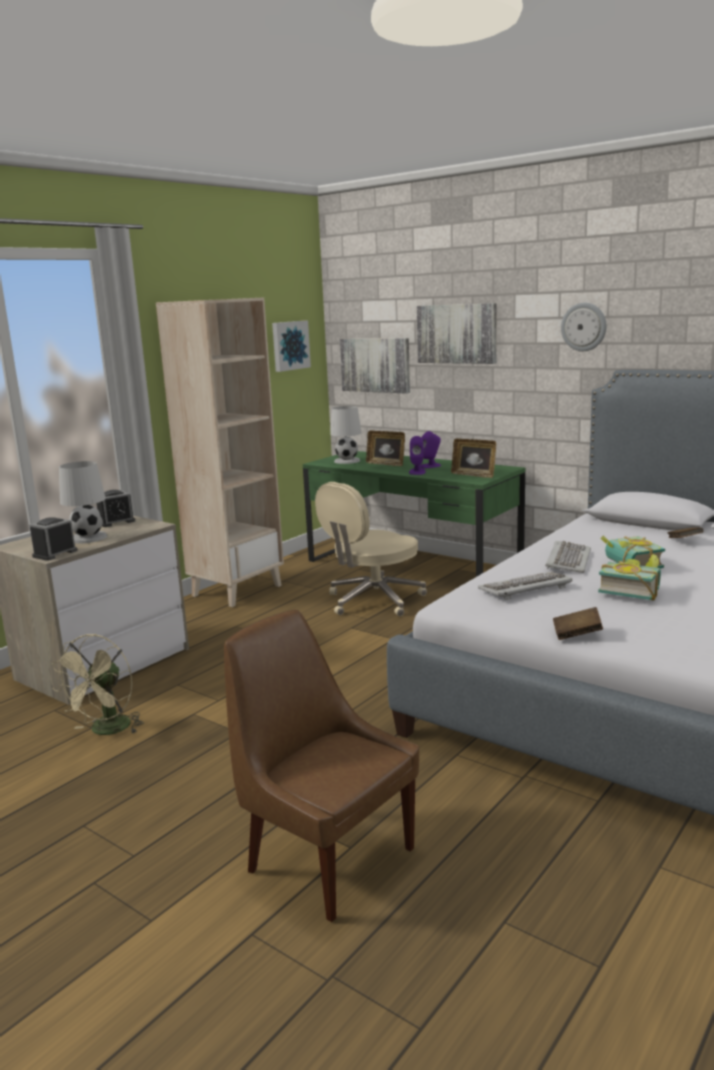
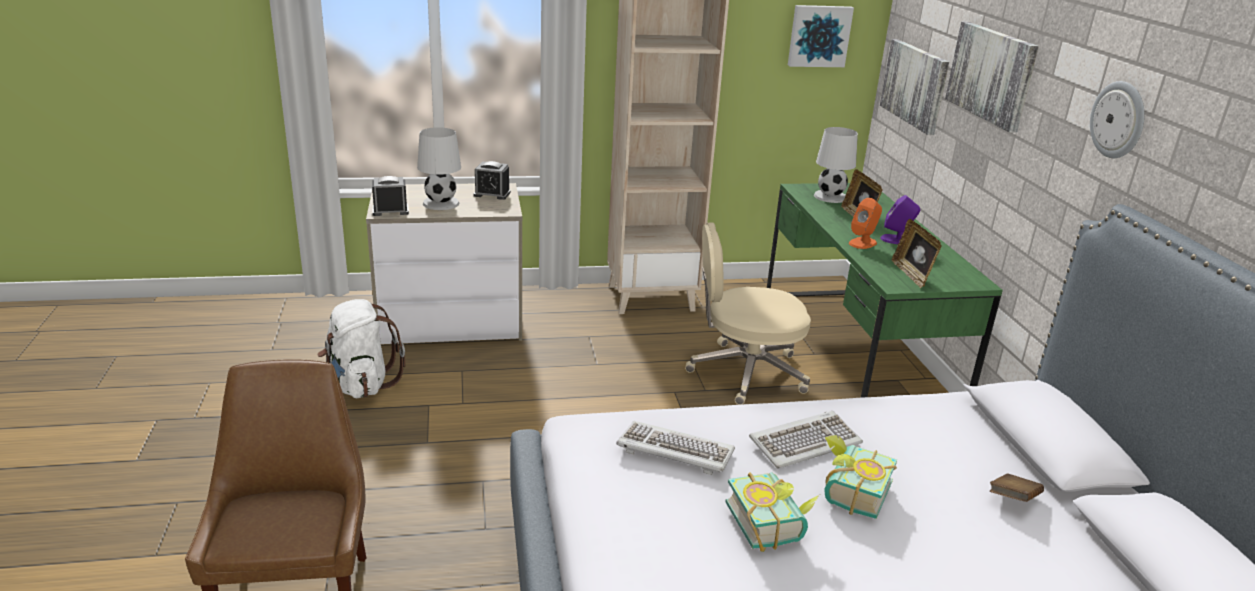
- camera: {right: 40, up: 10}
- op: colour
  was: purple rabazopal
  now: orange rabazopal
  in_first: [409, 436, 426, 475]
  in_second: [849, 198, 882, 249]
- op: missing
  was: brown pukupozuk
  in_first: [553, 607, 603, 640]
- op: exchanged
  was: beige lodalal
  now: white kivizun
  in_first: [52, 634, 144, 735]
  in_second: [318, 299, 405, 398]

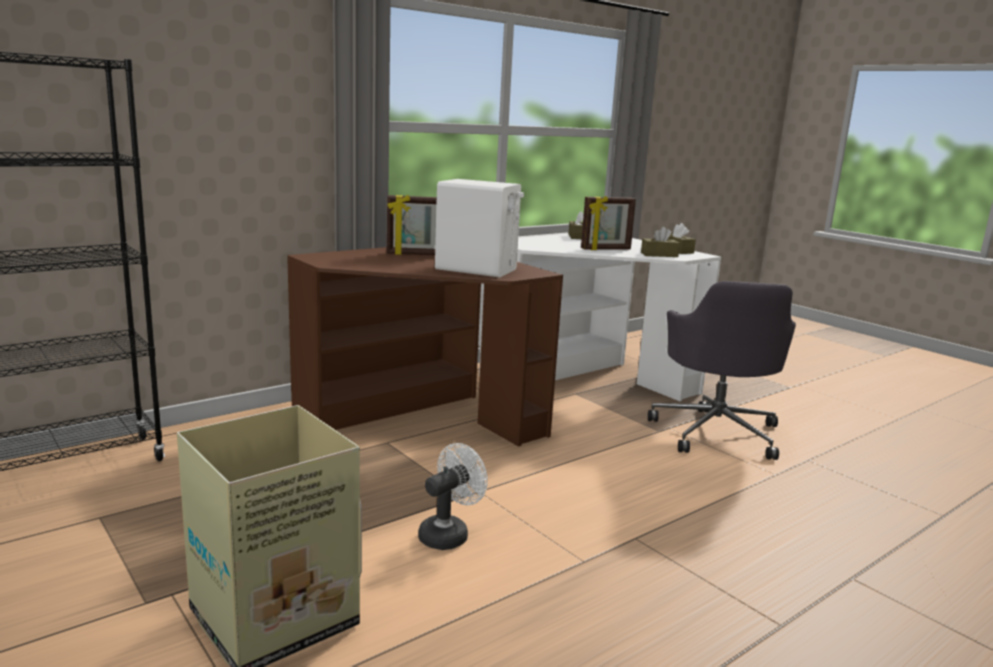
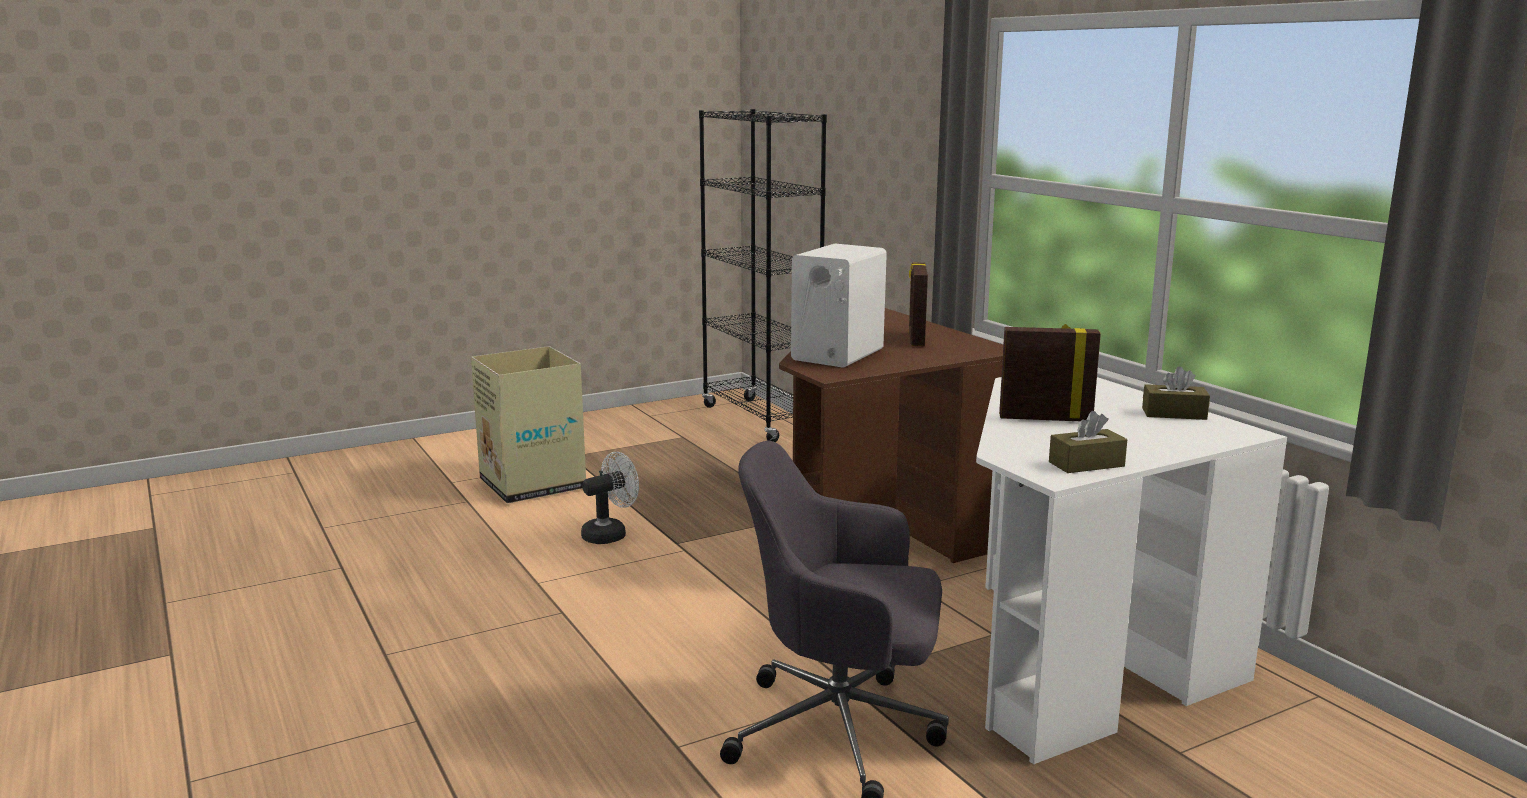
- camera: {right: 100, up: 0}
- op: spun
  was: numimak
  in_first: [581, 196, 636, 250]
  in_second: [999, 324, 1101, 421]
  clockwise: 105
- op: missing
  was: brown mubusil
  in_first: [641, 227, 680, 257]
- op: spun
  was: white lodalal
  in_first: [418, 443, 488, 550]
  in_second: [581, 452, 639, 544]
  clockwise: -90

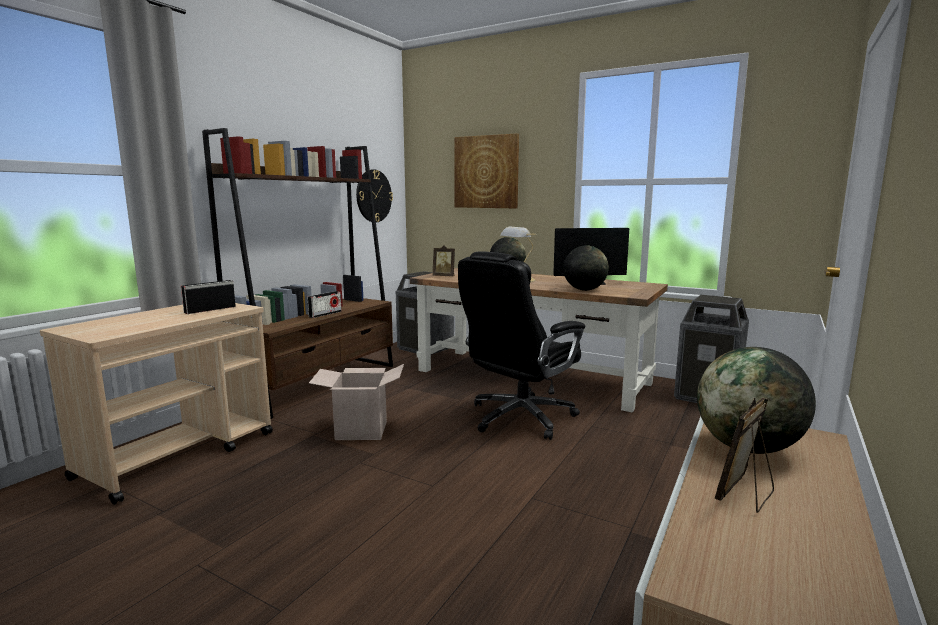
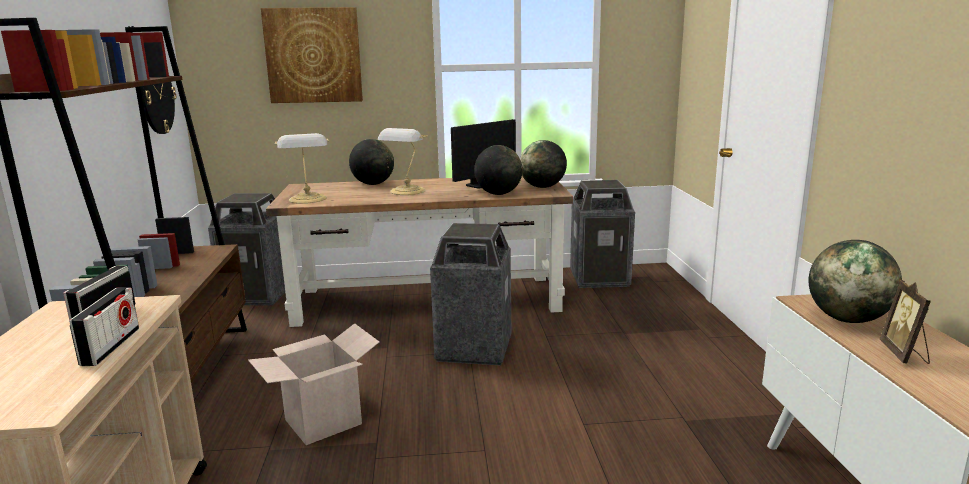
- camera: {right: -35, up: 5}
- op: exchanged
  was: numimak
  now: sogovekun
  in_first: [433, 245, 455, 277]
  in_second: [275, 133, 329, 204]
- op: exchanged
  was: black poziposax
  now: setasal
  in_first: [458, 251, 585, 440]
  in_second: [430, 223, 511, 365]
- op: relocated
  was: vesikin
  in_first: [308, 291, 341, 318]
  in_second: [69, 287, 139, 366]
- op: appeared
  now: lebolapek
  in_second: [520, 140, 567, 188]

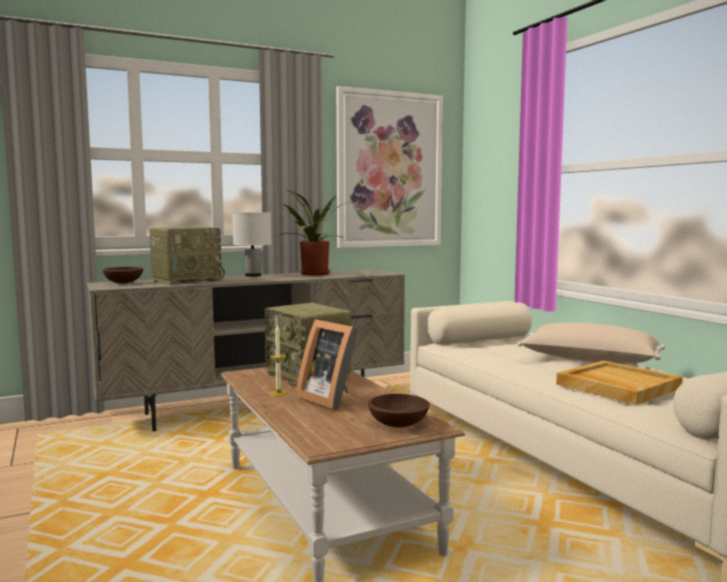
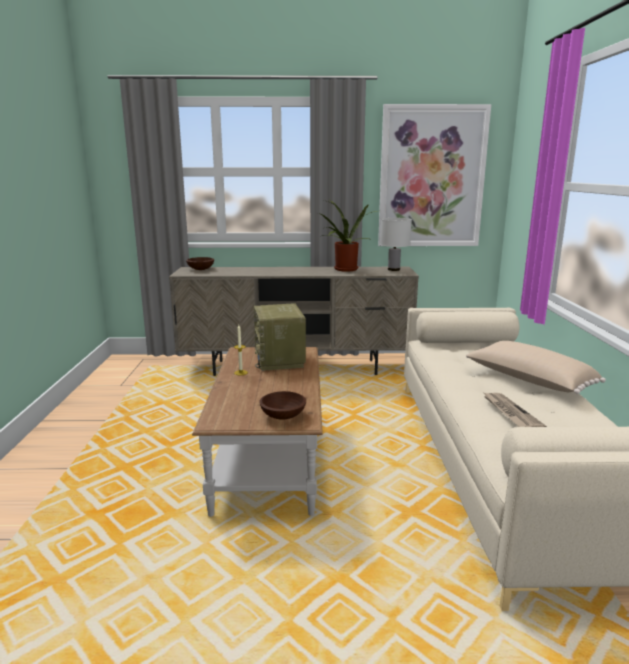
- camera: {right: 25, up: 10}
- op: relocated
  was: white sogovekun
  in_first: [232, 213, 272, 277]
  in_second: [380, 218, 412, 271]
- op: missing
  was: vesikin
  in_first: [149, 227, 225, 285]
- op: missing
  was: numimak
  in_first: [296, 319, 358, 410]
- op: exchanged
  was: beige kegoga
  now: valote
  in_first: [556, 361, 683, 405]
  in_second: [483, 392, 547, 427]

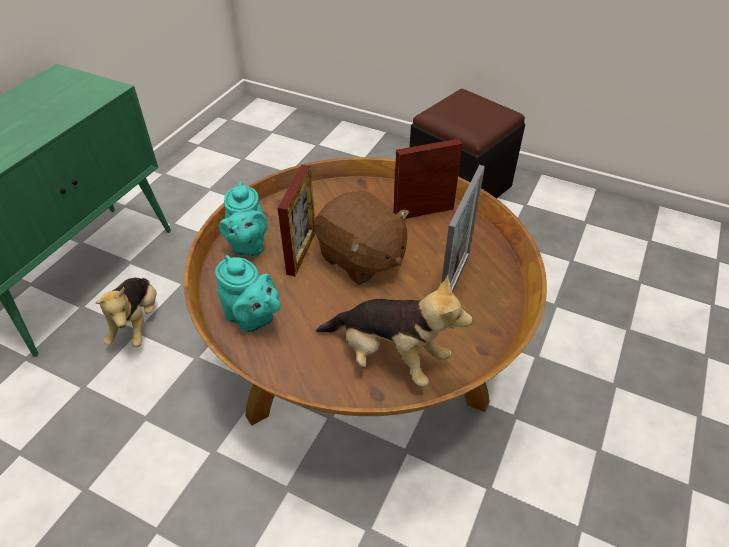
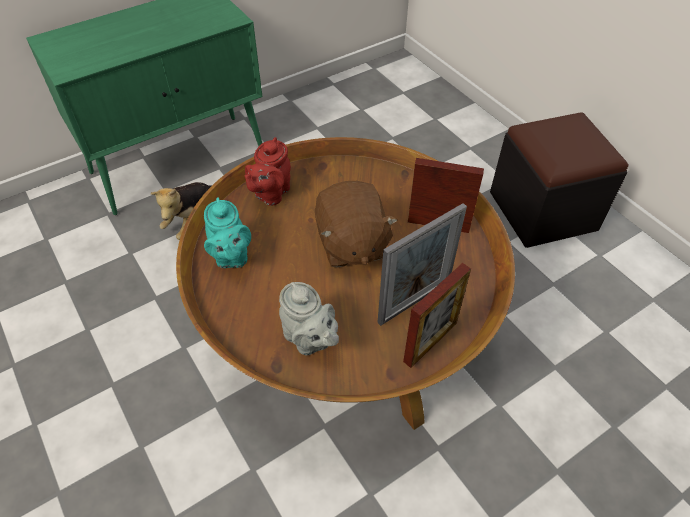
- camera: {right: 30, up: 5}
- op: relocated
  was: numimak
  in_first: [278, 165, 315, 276]
  in_second: [403, 263, 471, 368]
- op: colour
  was: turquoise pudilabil
  now: red pudilabil
  in_first: [219, 181, 267, 257]
  in_second: [245, 137, 291, 206]
- op: exchanged
  was: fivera
  now: grey pudilabil
  in_first: [316, 275, 473, 387]
  in_second: [279, 282, 339, 356]

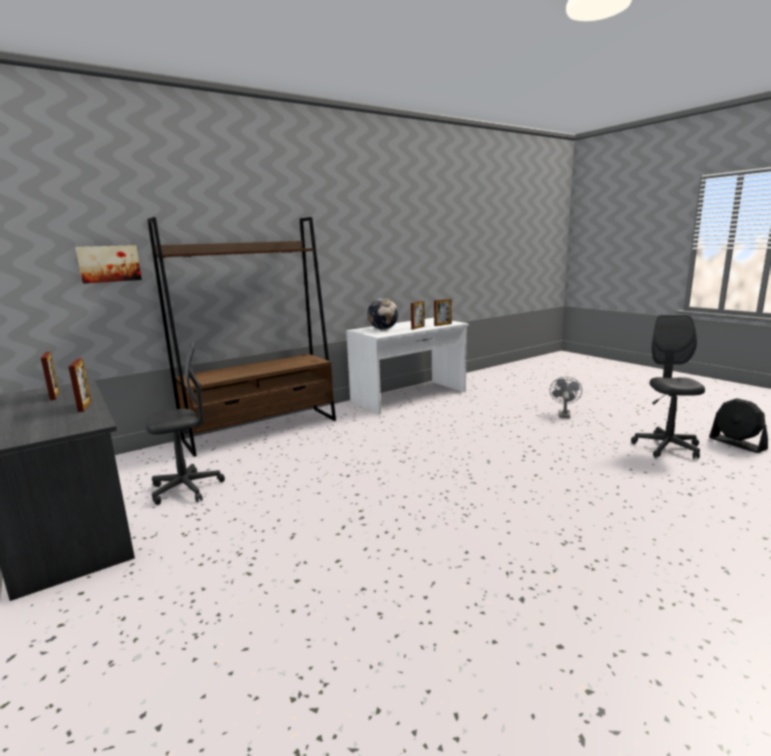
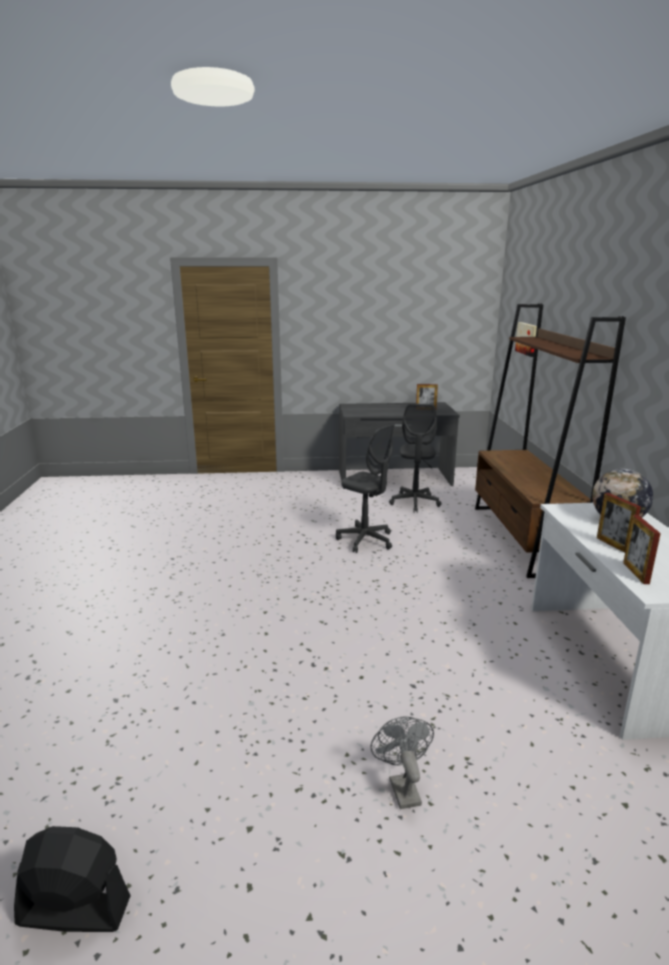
- camera: {right: 120, up: 5}
- op: relocated
  was: grey poziposax
  in_first: [631, 314, 705, 459]
  in_second: [336, 424, 395, 553]
- op: missing
  was: numimak
  in_first: [68, 358, 92, 412]
- op: spun
  was: grey lodalal
  in_first: [550, 377, 582, 418]
  in_second: [371, 717, 434, 809]
  clockwise: -150

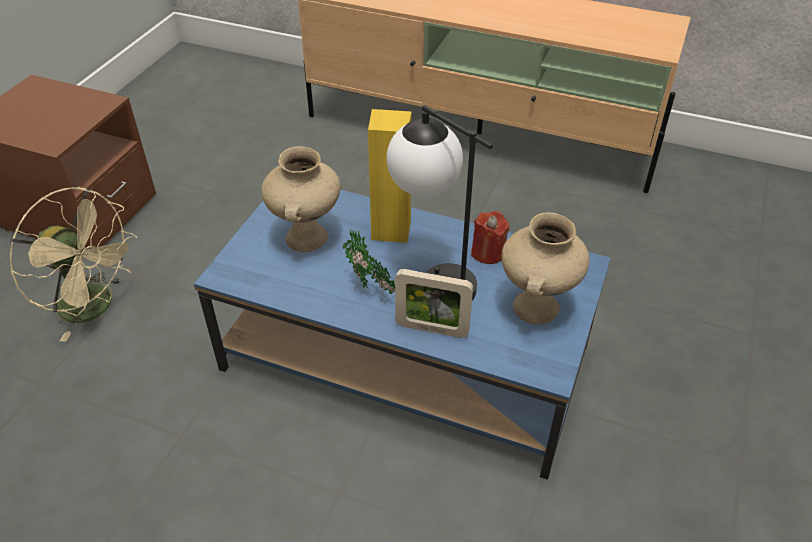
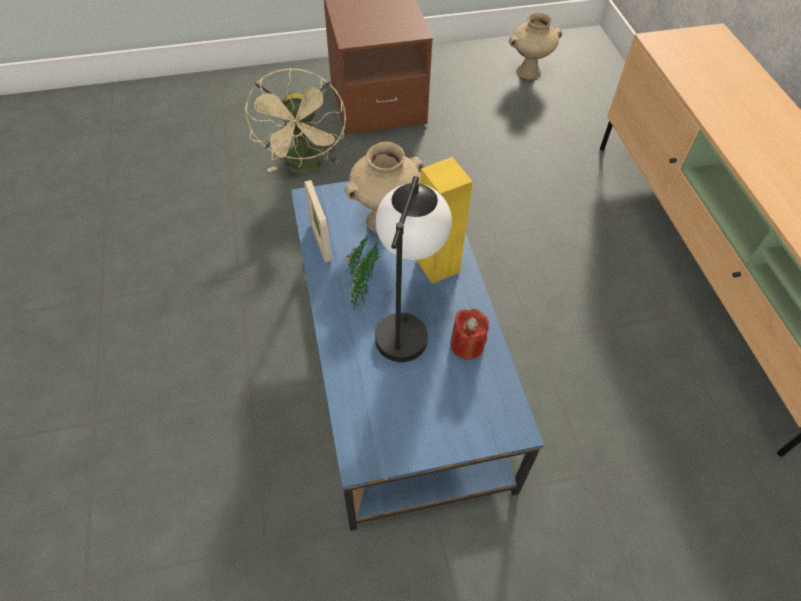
- camera: {right: 55, up: 10}
- op: relocated
  was: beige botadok
  in_first: [502, 212, 590, 325]
  in_second: [509, 12, 562, 79]
- op: relocated
  was: numimak
  in_first: [395, 269, 473, 338]
  in_second: [304, 180, 332, 263]

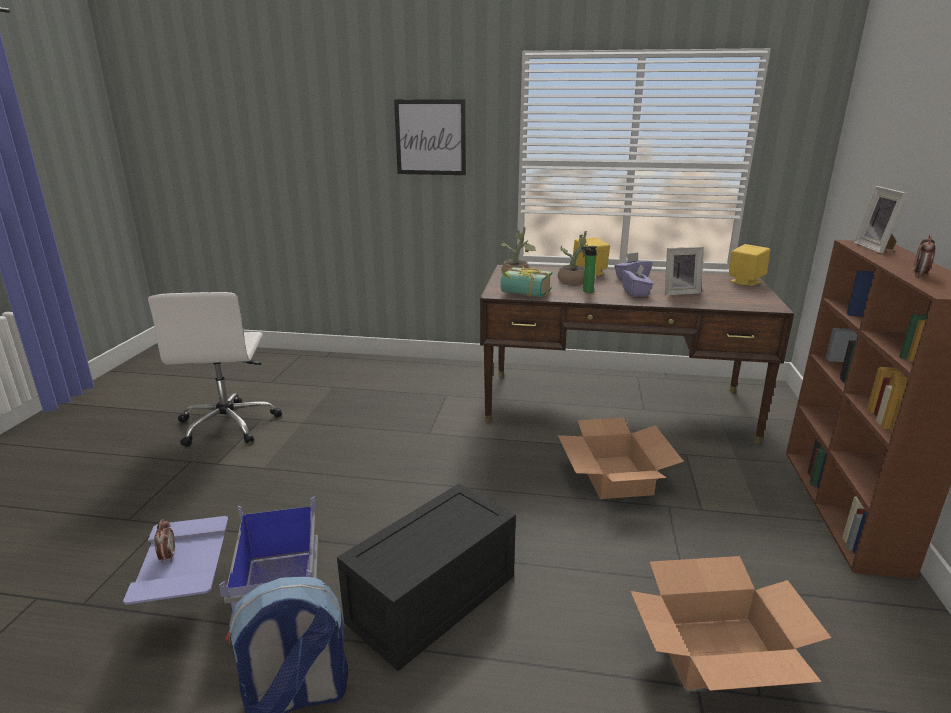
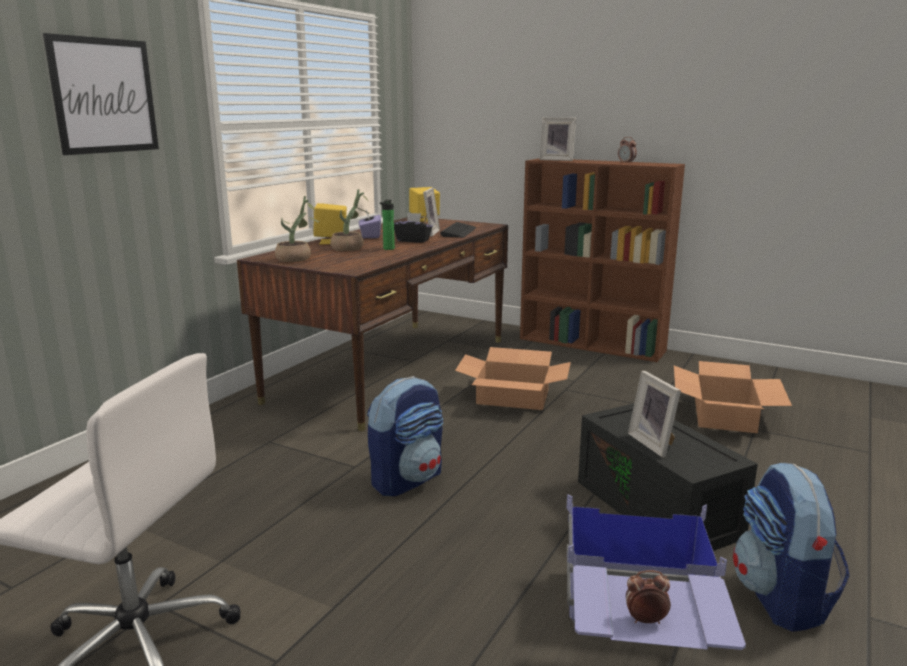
- camera: {right: -70, up: -5}
- op: colour
  was: purple mubusil
  now: black mubusil
  in_first: [622, 264, 653, 297]
  in_second: [394, 213, 432, 243]
- op: missing
  was: pukupozuk
  in_first: [500, 267, 552, 297]
- op: appeared
  now: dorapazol
  in_second: [440, 222, 476, 238]
- op: appeared
  now: numimak
  in_second: [628, 371, 681, 458]
- op: appeared
  now: kivizun
  in_second: [367, 376, 444, 496]

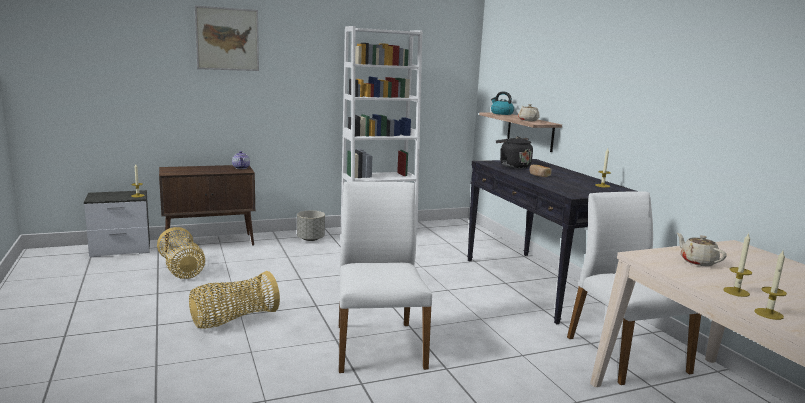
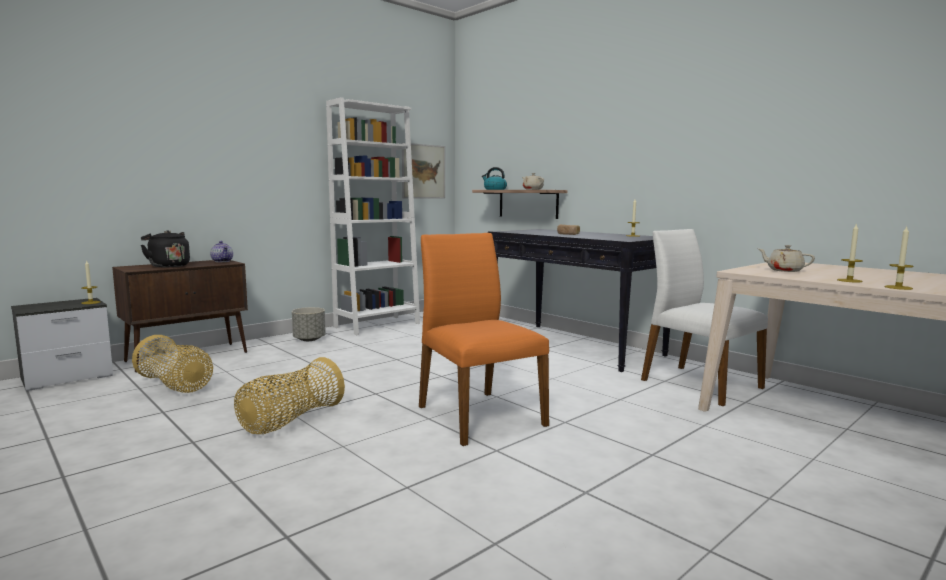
- camera: {right: -20, up: -5}
- op: relocated
  was: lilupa
  in_first: [195, 5, 259, 71]
  in_second: [402, 143, 445, 199]
- op: relocated
  was: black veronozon
  in_first: [496, 136, 533, 169]
  in_second: [141, 230, 190, 267]
- op: colour
  was: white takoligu
  now: orange takoligu
  in_first: [339, 181, 432, 373]
  in_second: [419, 233, 549, 446]

